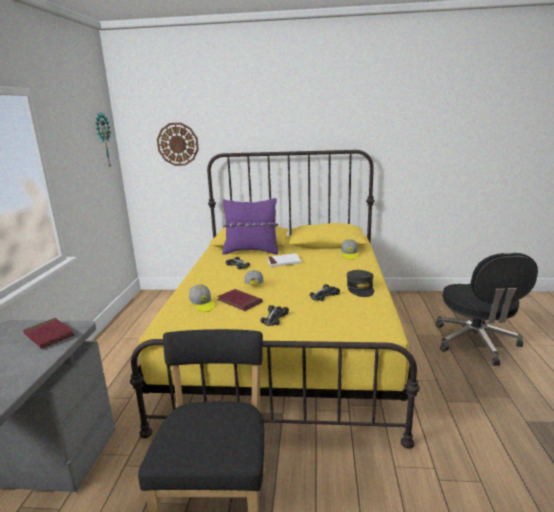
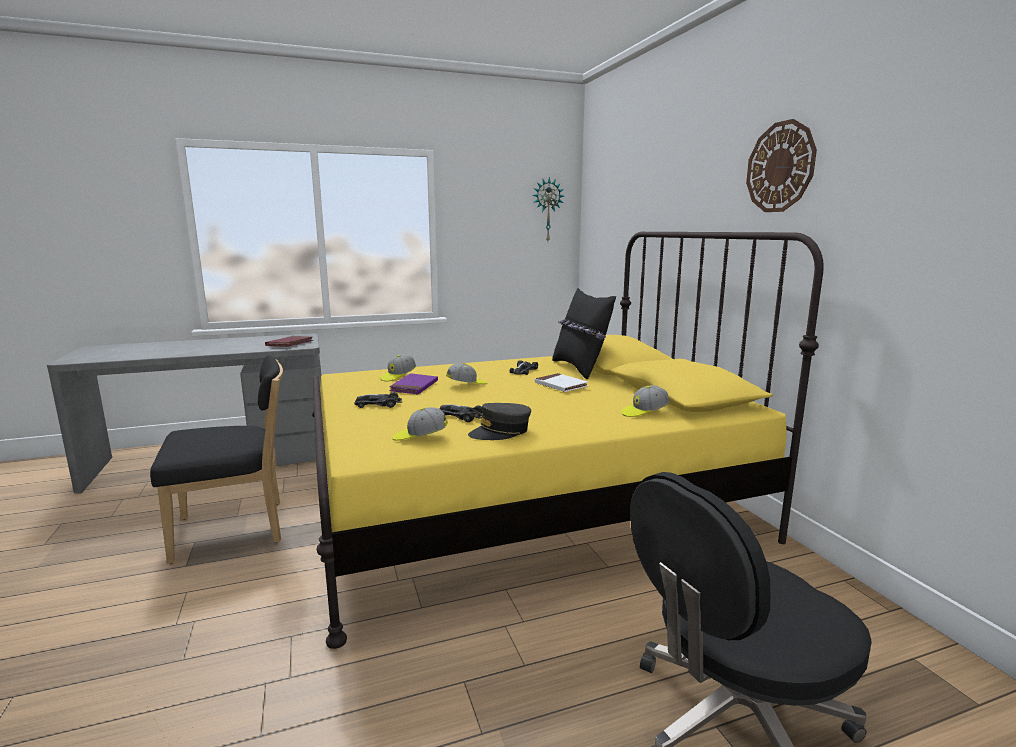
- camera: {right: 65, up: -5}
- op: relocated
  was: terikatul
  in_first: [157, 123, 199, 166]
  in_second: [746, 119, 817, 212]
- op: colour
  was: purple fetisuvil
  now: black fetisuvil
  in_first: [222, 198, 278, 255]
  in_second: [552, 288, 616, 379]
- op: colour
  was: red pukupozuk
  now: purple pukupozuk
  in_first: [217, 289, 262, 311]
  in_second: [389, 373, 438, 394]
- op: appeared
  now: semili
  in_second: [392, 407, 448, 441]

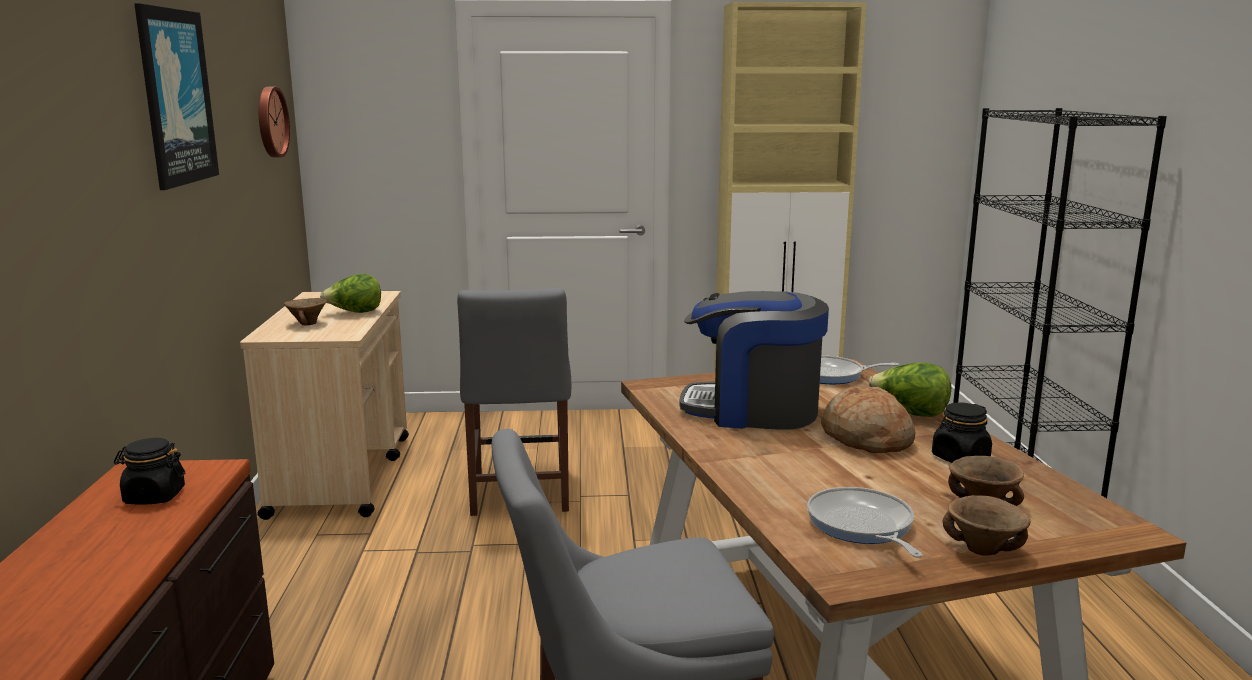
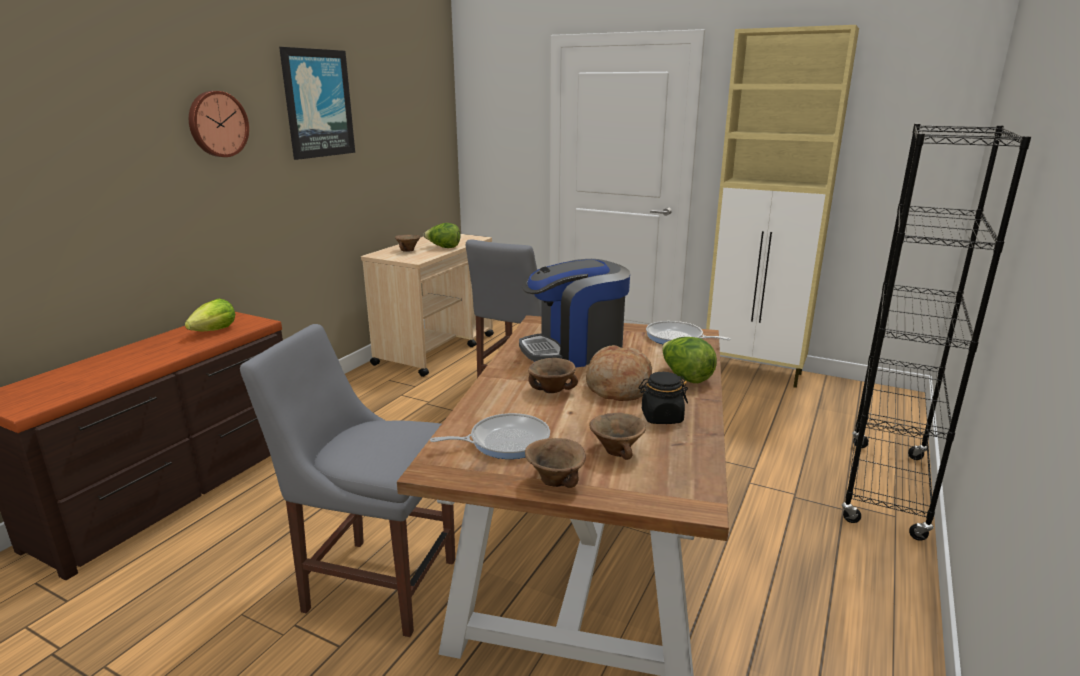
- camera: {right: 30, up: 5}
- op: relocated
  was: terikatul
  in_first: [259, 87, 290, 157]
  in_second: [189, 91, 249, 157]
- op: spun
  was: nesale
  in_first: [680, 291, 829, 430]
  in_second: [519, 259, 630, 367]
  clockwise: -60
- op: exchanged
  was: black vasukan
  now: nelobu
  in_first: [114, 438, 185, 504]
  in_second: [185, 298, 235, 331]
- op: spun
  was: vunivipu
  in_first: [807, 487, 923, 558]
  in_second: [430, 413, 550, 459]
  clockwise: 60
- op: appeared
  now: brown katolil
  in_second: [528, 358, 578, 393]

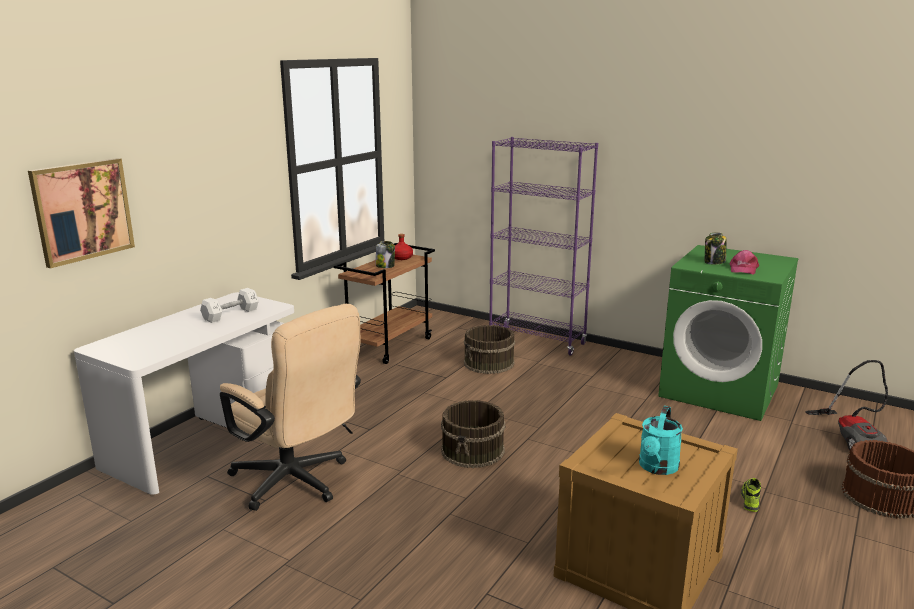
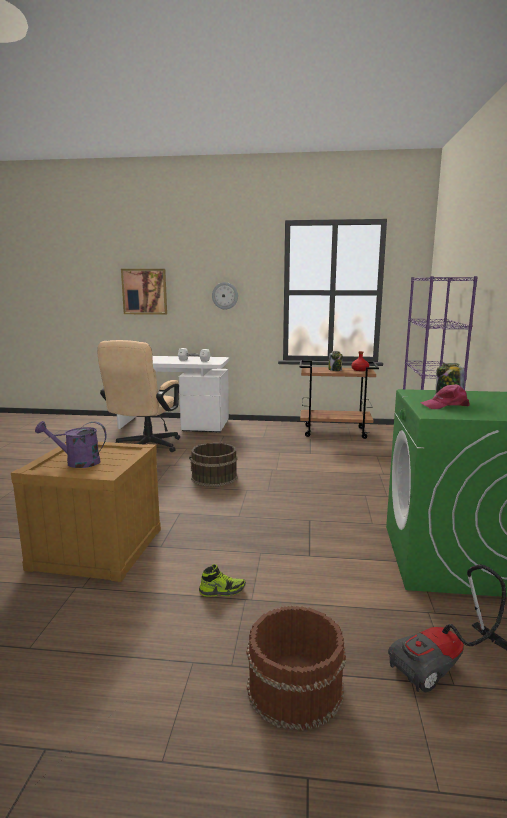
- camera: {right: 65, up: -5}
- op: missing
  was: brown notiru
  in_first: [464, 325, 515, 374]
- op: colour
  was: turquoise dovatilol
  now: purple dovatilol
  in_first: [639, 406, 683, 475]
  in_second: [35, 421, 107, 468]
- op: appeared
  now: terikatul
  in_second: [212, 282, 238, 309]

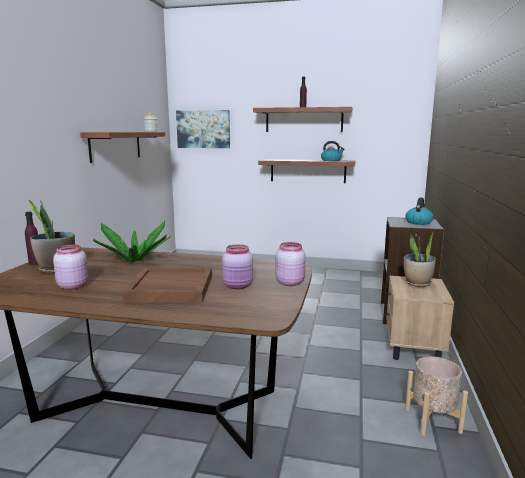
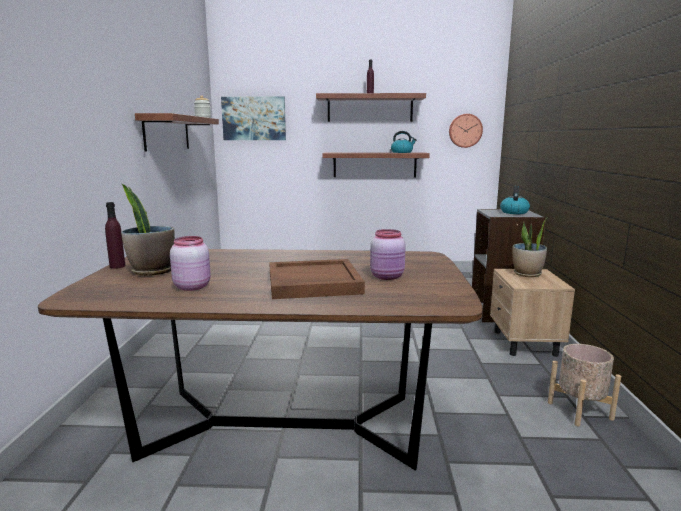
- camera: {right: -10, up: 0}
- op: missing
  was: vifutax
  in_first: [92, 221, 171, 262]
- op: missing
  was: pink vasukan
  in_first: [275, 242, 306, 286]
- op: appeared
  now: terikatul
  in_second: [449, 114, 483, 148]

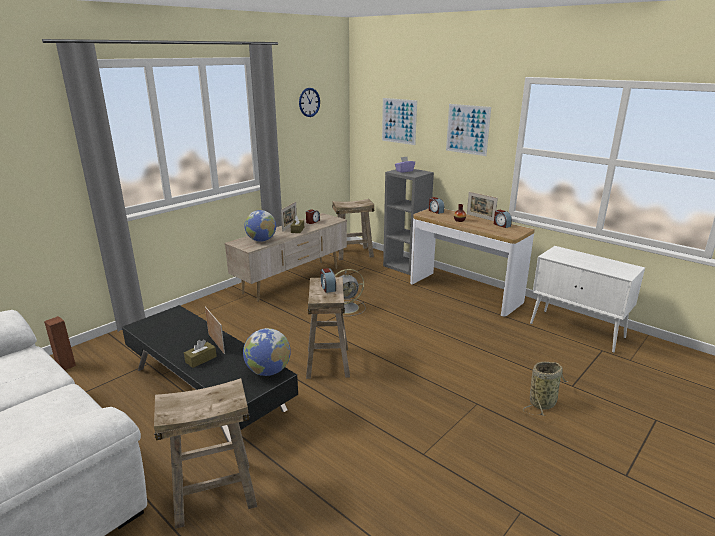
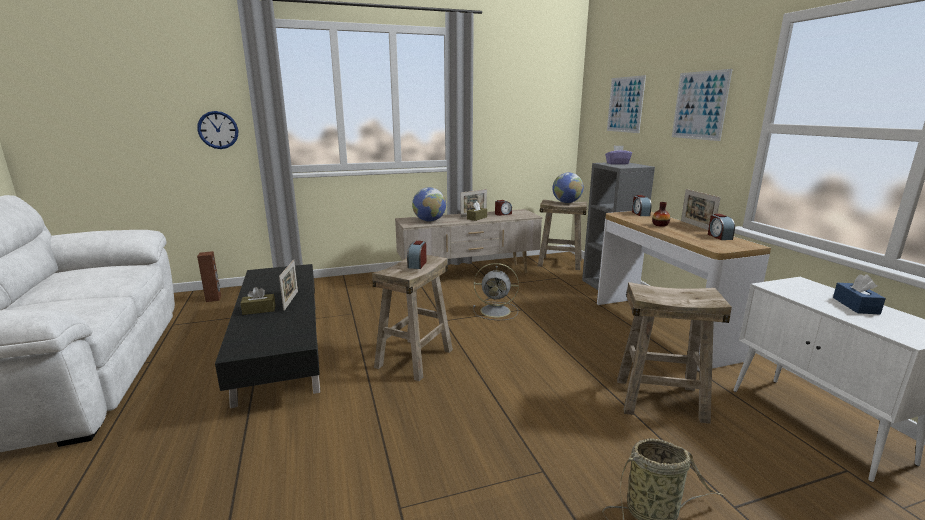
- camera: {right: 30, up: -5}
- op: relocated
  was: terikatul
  in_first: [299, 88, 320, 117]
  in_second: [197, 111, 238, 149]
- op: relocated
  was: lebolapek
  in_first: [243, 328, 291, 376]
  in_second: [553, 173, 584, 203]
- op: relocated
  was: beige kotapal
  in_first: [154, 378, 257, 529]
  in_second: [617, 282, 732, 424]
- op: appeared
  now: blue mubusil
  in_second: [833, 274, 886, 315]

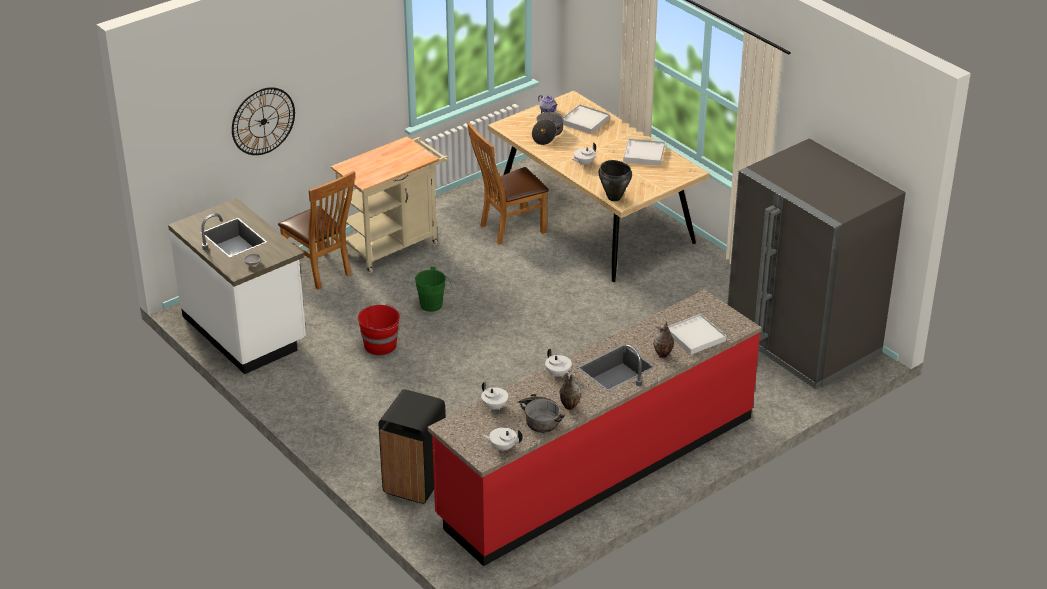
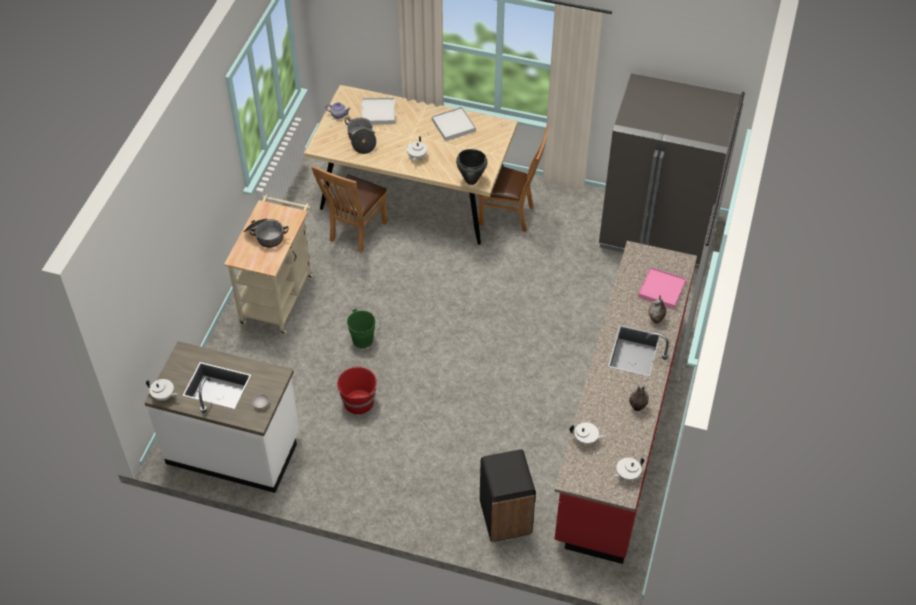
- camera: {right: -35, up: 15}
- op: missing
  was: terikatul
  in_first: [232, 87, 295, 155]
- op: relocated
  was: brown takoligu
  in_first: [278, 171, 355, 290]
  in_second: [477, 125, 549, 232]
- op: colour
  was: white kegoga
  now: pink kegoga
  in_first: [668, 314, 726, 355]
  in_second: [638, 267, 686, 309]
- op: relocated
  was: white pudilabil
  in_first: [545, 349, 572, 378]
  in_second: [146, 379, 178, 401]
- op: relocated
  was: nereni
  in_first: [517, 394, 565, 433]
  in_second: [243, 219, 289, 248]

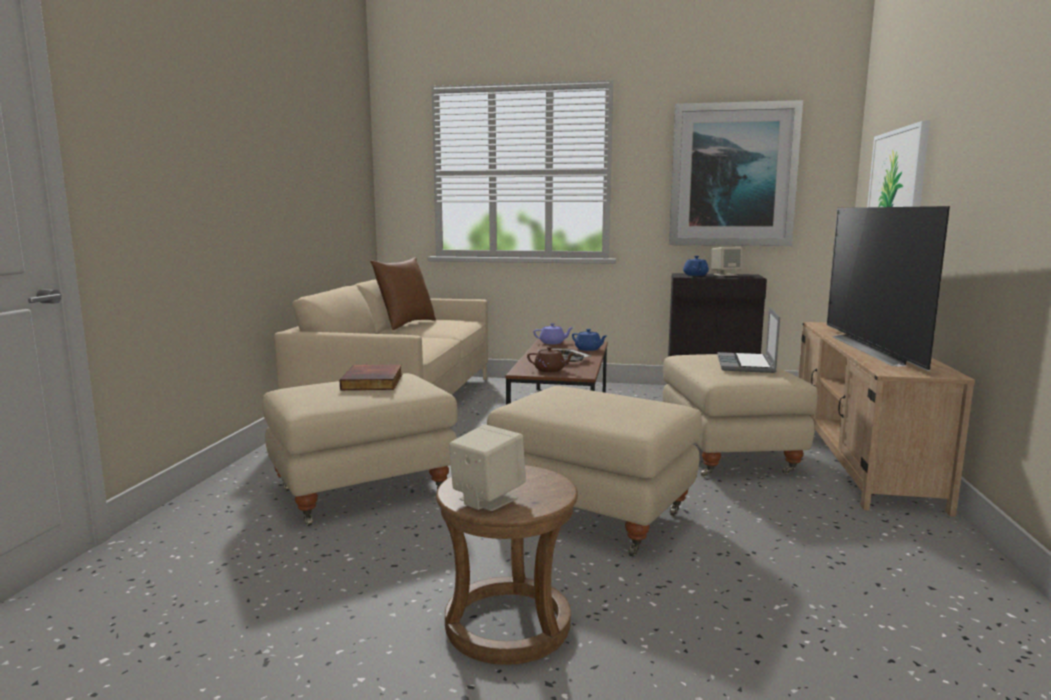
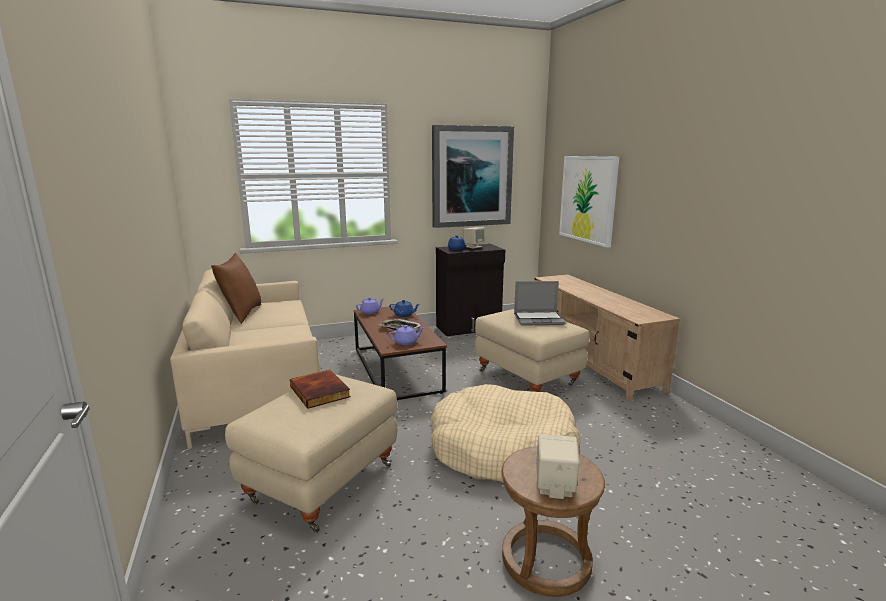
- camera: {right: -30, up: 5}
- op: missing
  was: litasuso
  in_first: [827, 206, 950, 371]
- op: spun
  was: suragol
  in_first: [717, 307, 780, 373]
  in_second: [514, 281, 566, 326]
  clockwise: -75
- op: colour
  was: brown pudilabil
  now: purple pudilabil
  in_first: [527, 347, 575, 372]
  in_second: [388, 325, 425, 345]
- op: exchanged
  was: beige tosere
  now: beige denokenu
  in_first: [487, 386, 702, 557]
  in_second: [430, 384, 581, 482]

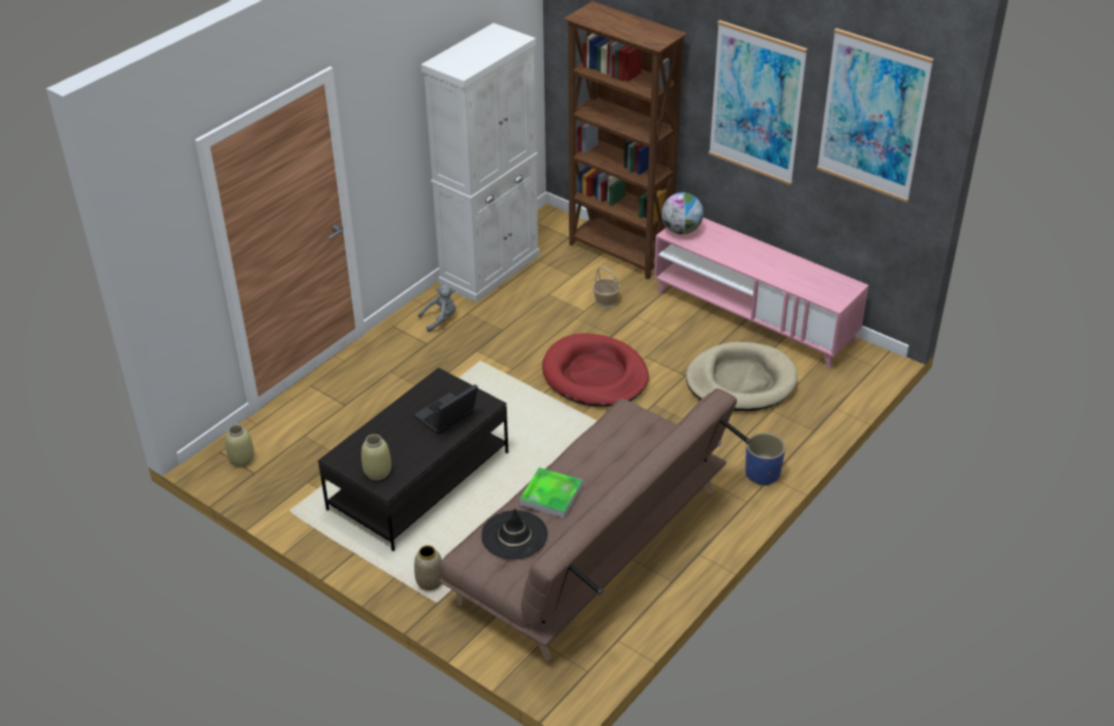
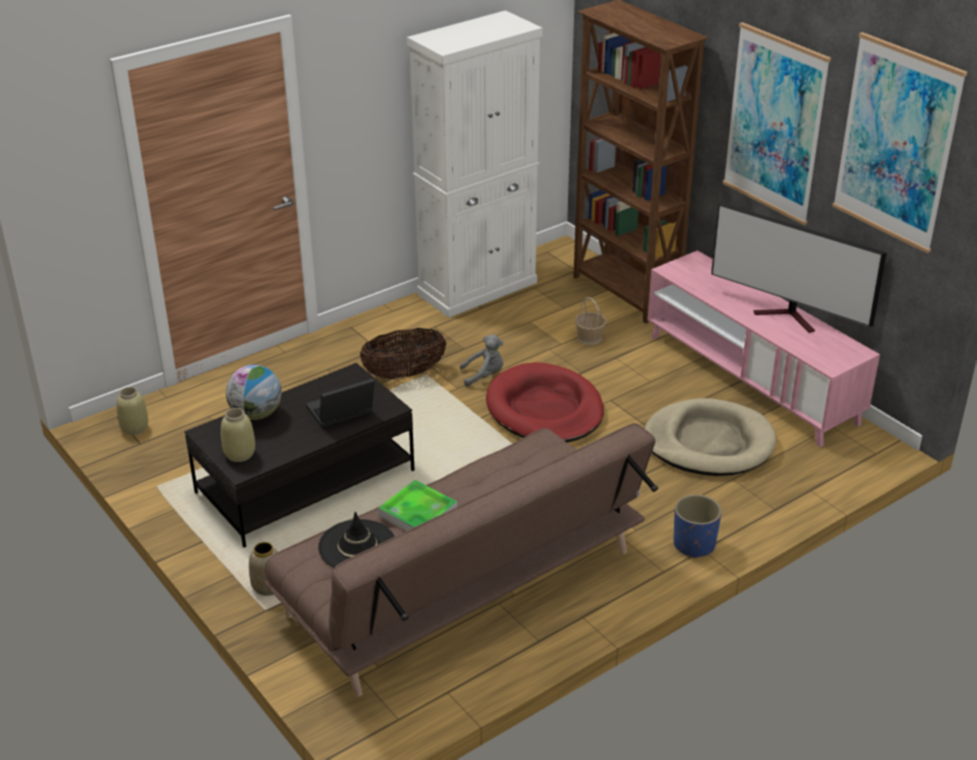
- camera: {right: 15, up: -5}
- op: relocated
  was: lebolapek
  in_first: [661, 192, 703, 235]
  in_second: [226, 365, 282, 420]
- op: relocated
  was: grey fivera
  in_first: [418, 284, 456, 332]
  in_second: [460, 335, 503, 387]
- op: appeared
  now: litasuso
  in_second: [711, 202, 887, 333]
- op: appeared
  now: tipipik
  in_second: [360, 328, 446, 379]

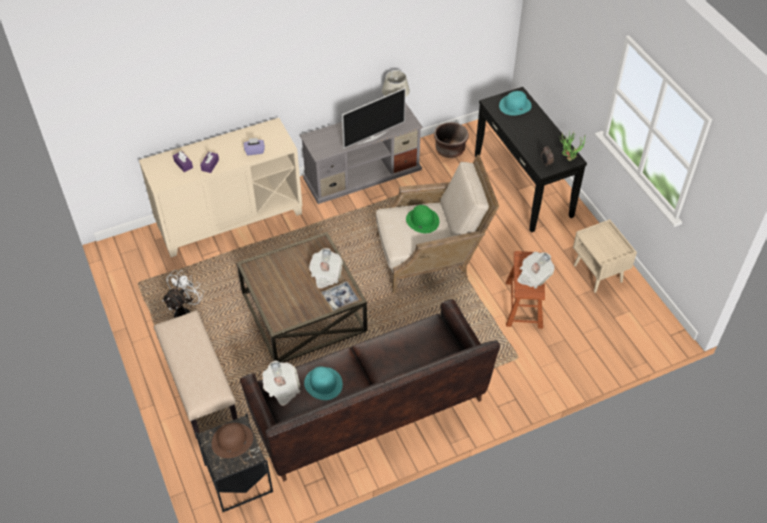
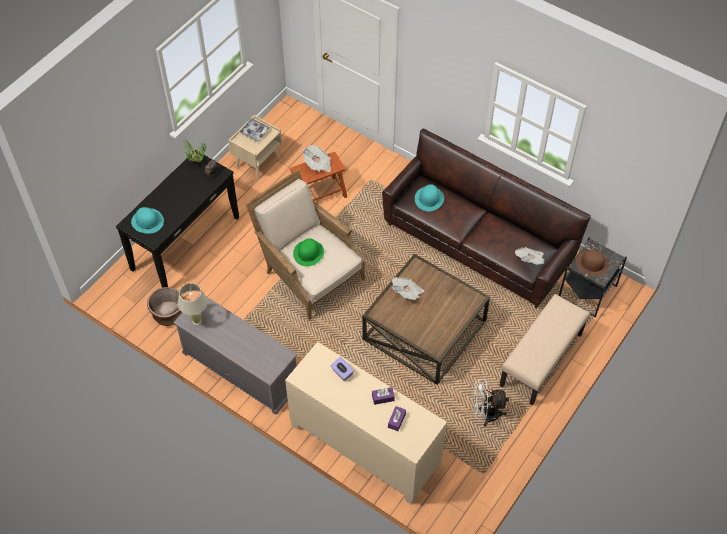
- camera: {right: -120, up: 5}
- op: missing
  was: litasuso
  in_first: [342, 88, 406, 148]
- op: relocated
  was: kegoga
  in_first: [321, 281, 359, 311]
  in_second: [238, 118, 271, 142]
- op: relocated
  was: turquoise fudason
  in_first: [304, 366, 343, 400]
  in_second: [415, 184, 444, 211]

